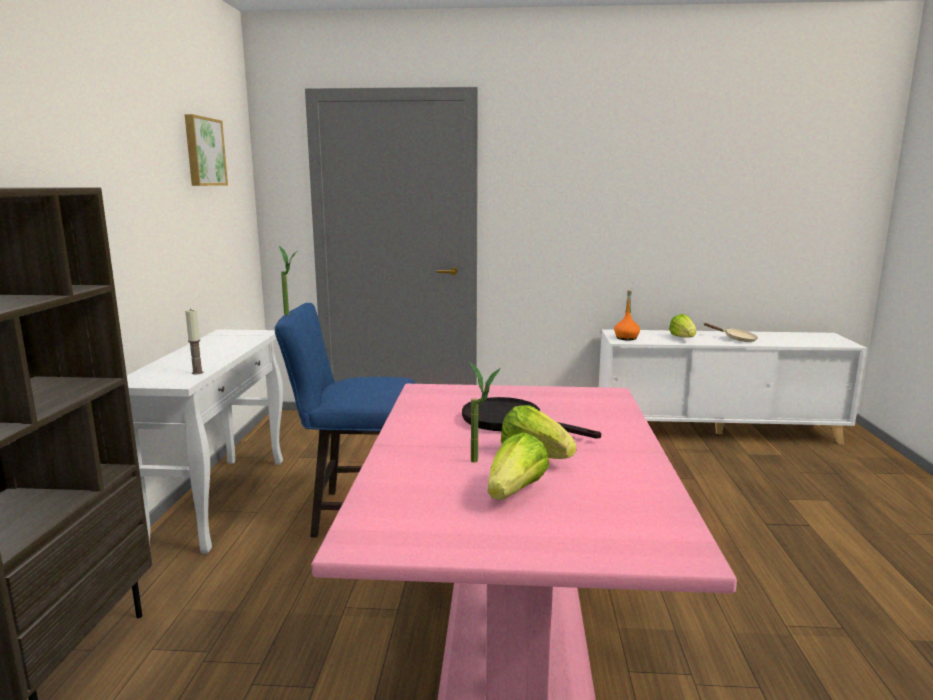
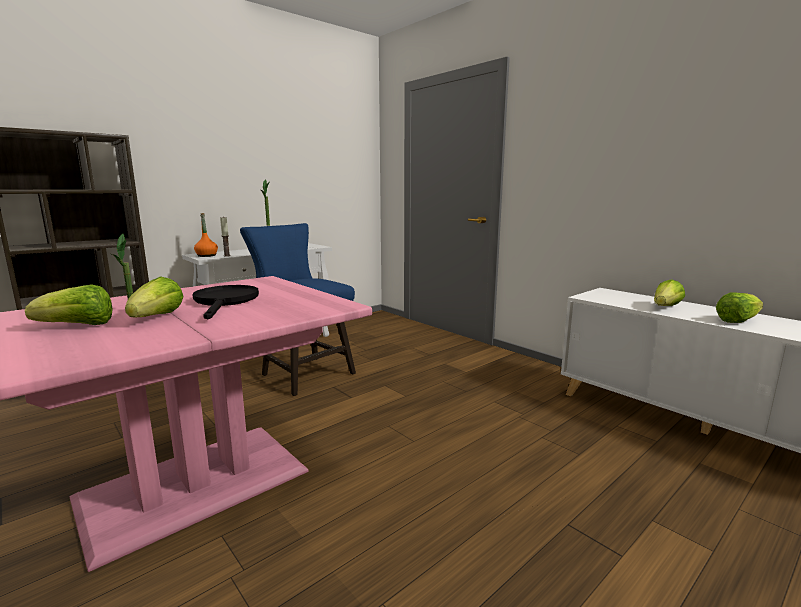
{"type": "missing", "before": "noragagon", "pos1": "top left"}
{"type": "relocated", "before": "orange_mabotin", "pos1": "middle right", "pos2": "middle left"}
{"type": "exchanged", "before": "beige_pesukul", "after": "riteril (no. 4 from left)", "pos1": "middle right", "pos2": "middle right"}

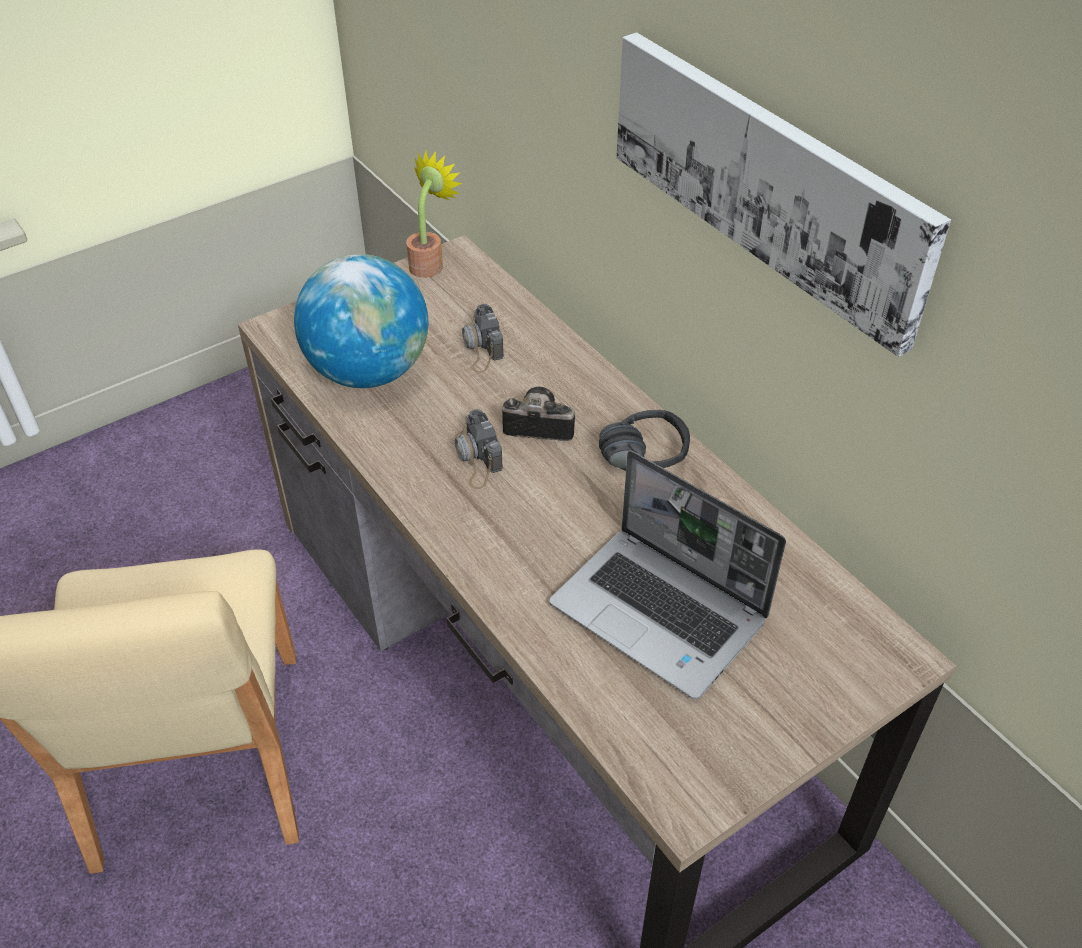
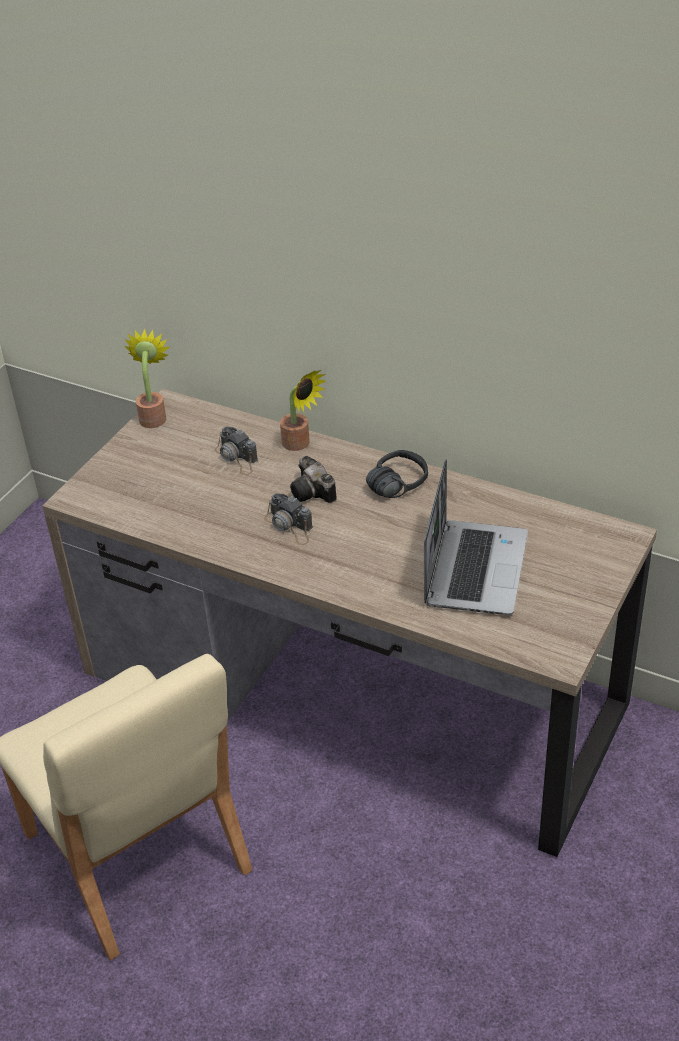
{"type": "missing", "before": "noragagon", "pos1": "top right"}
{"type": "missing", "before": "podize", "pos1": "centre"}
{"type": "spun", "before": "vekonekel (no. 3 from left)", "pos1": "centre", "pos2": "centre", "turn": -105}
{"type": "spun", "before": "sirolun", "pos1": "centre", "pos2": "middle right", "turn": -90}
{"type": "appeared", "after": "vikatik (no. 2 from left)", "pos2": "centre"}

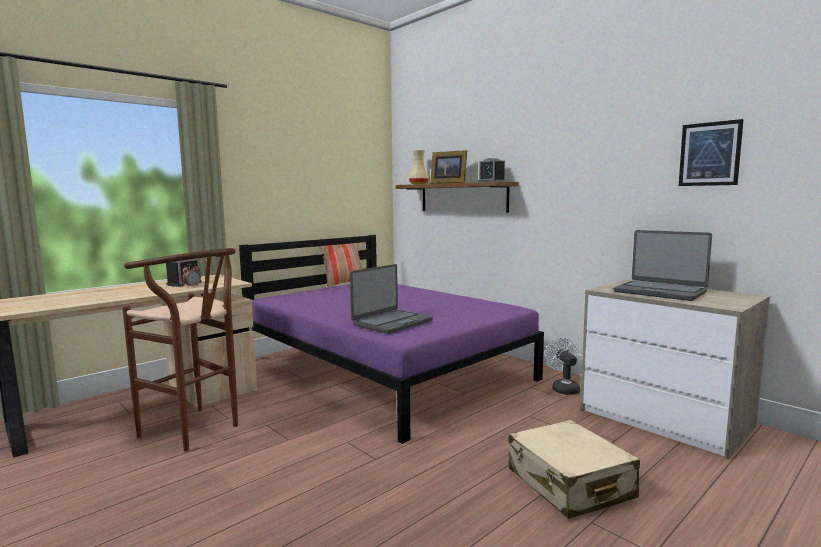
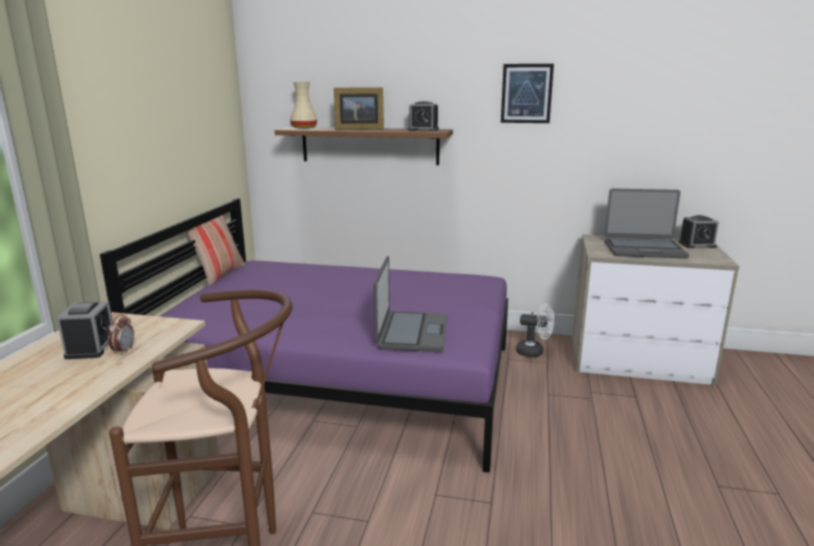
{"type": "relocated", "before": "noragagon", "pos1": "top right", "pos2": "top centre"}
{"type": "spun", "before": "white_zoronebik", "pos1": "bottom right", "pos2": "centre", "turn": 150}
{"type": "missing", "before": "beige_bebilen", "pos1": "bottom right"}
{"type": "appeared", "after": "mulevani (no. 4 from left)", "pos2": "middle right"}

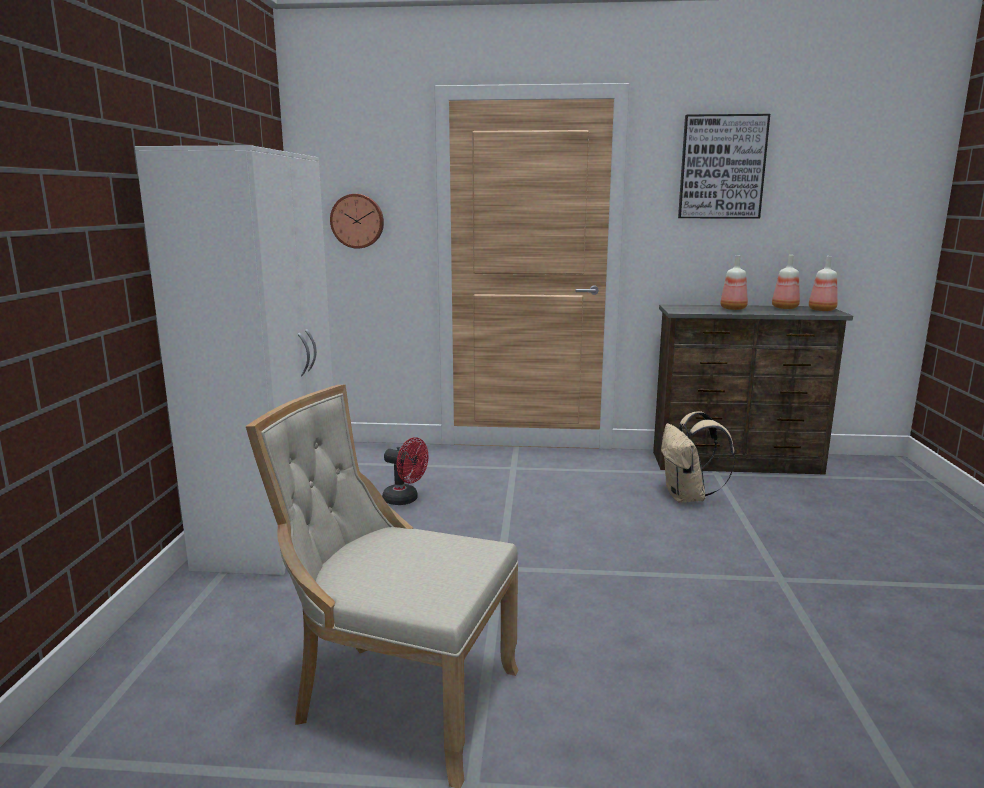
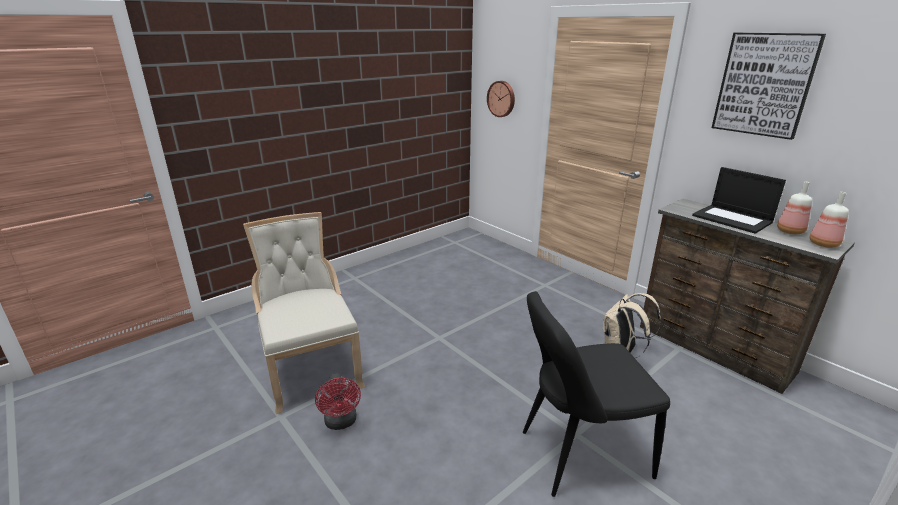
{"type": "missing", "before": "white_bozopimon", "pos1": "middle left"}
{"type": "exchanged", "before": "mabotin (no. 1 from left)", "after": "sirolun", "pos1": "middle right", "pos2": "middle right"}
{"type": "relocated", "before": "red_zoronebik", "pos1": "centre", "pos2": "bottom centre"}
{"type": "appeared", "after": "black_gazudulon", "pos2": "bottom centre"}

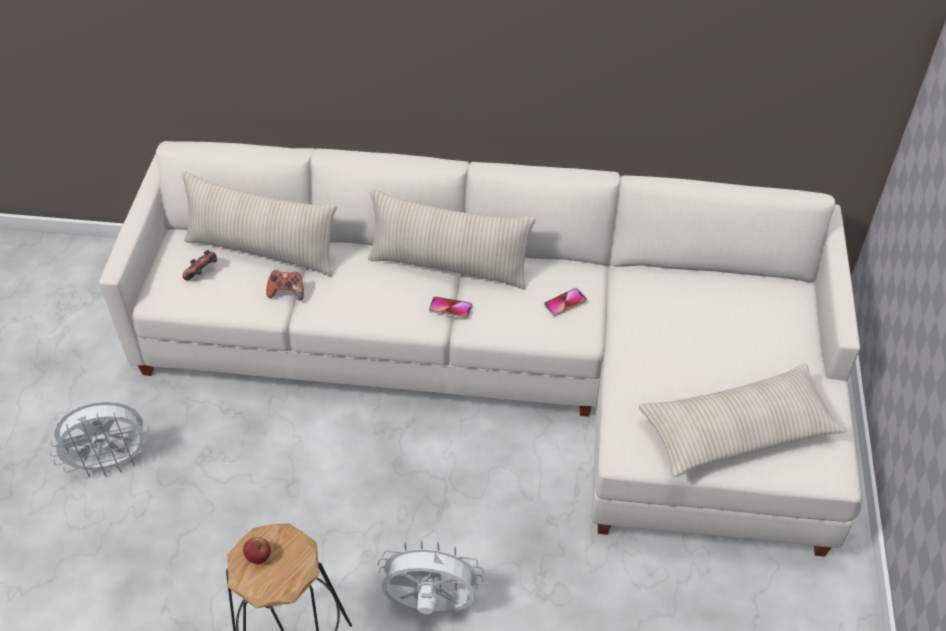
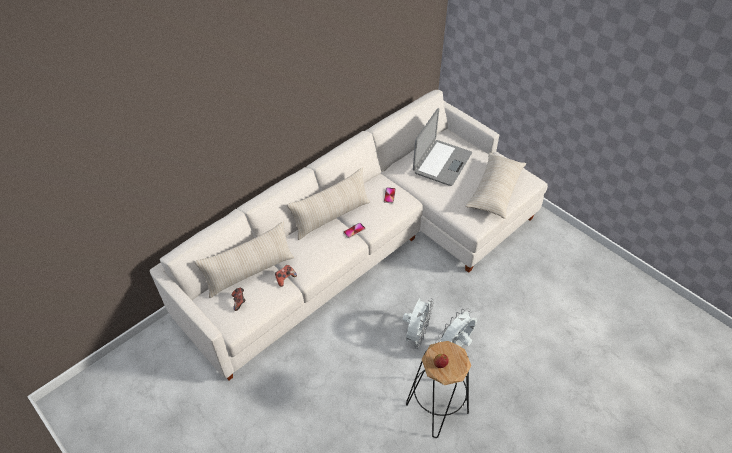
{"type": "relocated", "before": "white_zoronebik (no. 1 from left)", "pos1": "bottom left", "pos2": "bottom centre"}
{"type": "appeared", "after": "sirolun", "pos2": "top centre"}

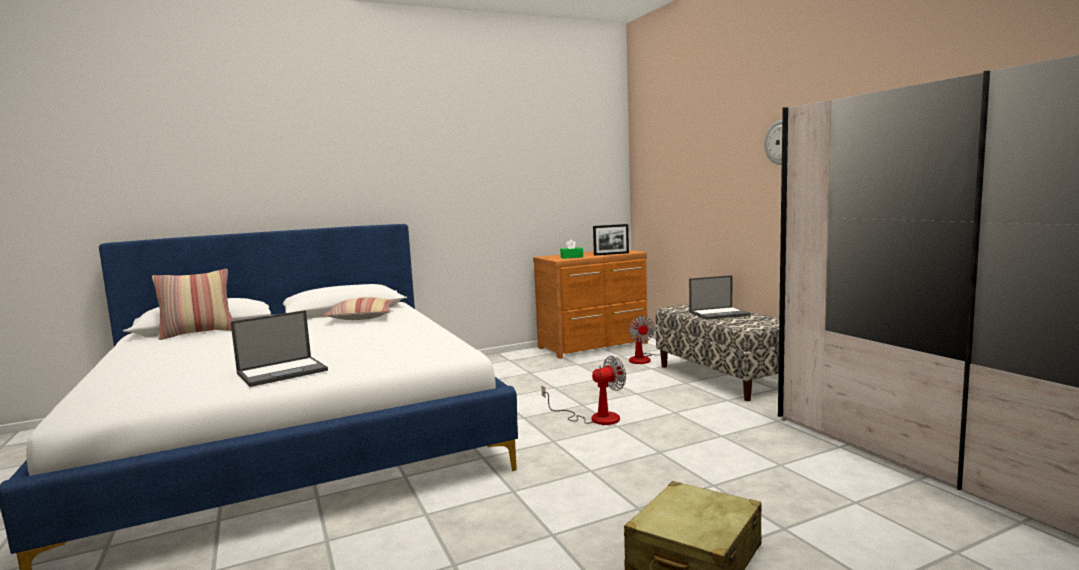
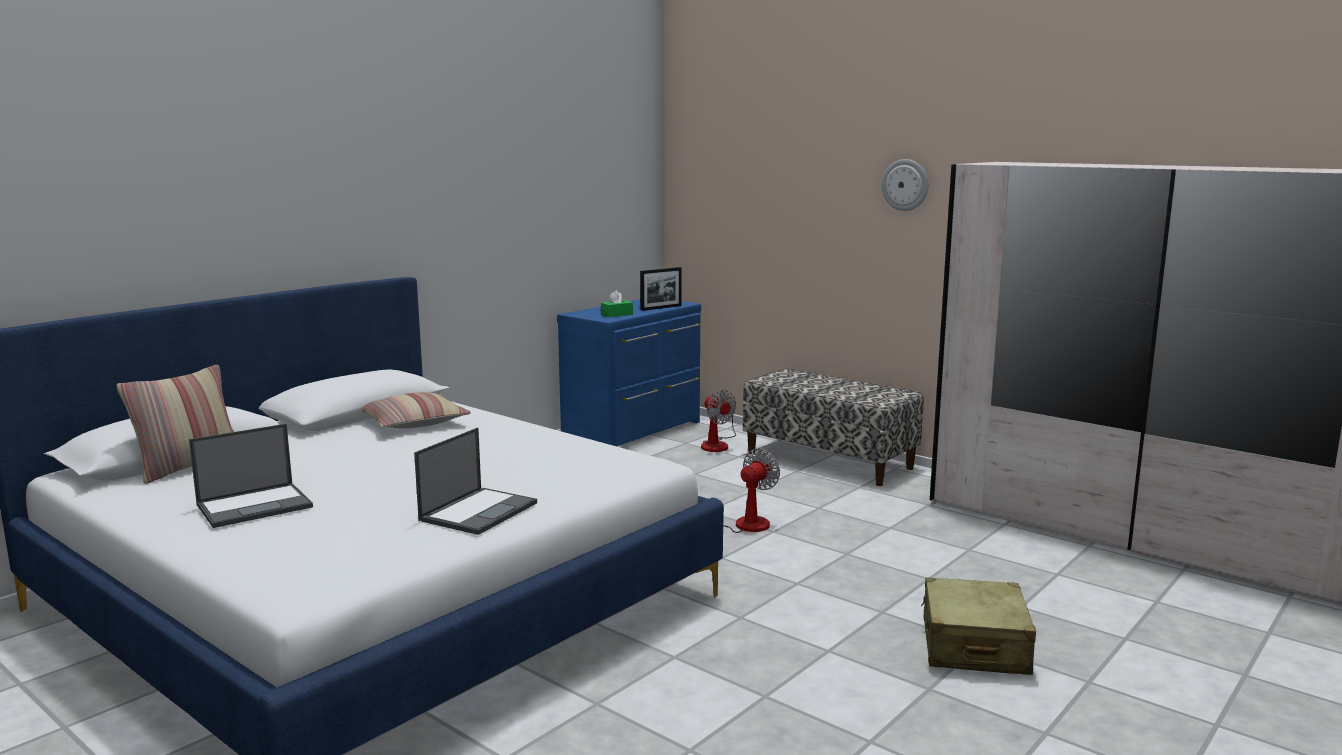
{"type": "colour", "before": "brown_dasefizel", "after": "blue_dasefizel", "pos1": "centre", "pos2": "centre"}
{"type": "relocated", "before": "sirolun (no. 2 from left in the first image)", "after": "sirolun (no. 1 from left)", "pos1": "middle right", "pos2": "middle left"}

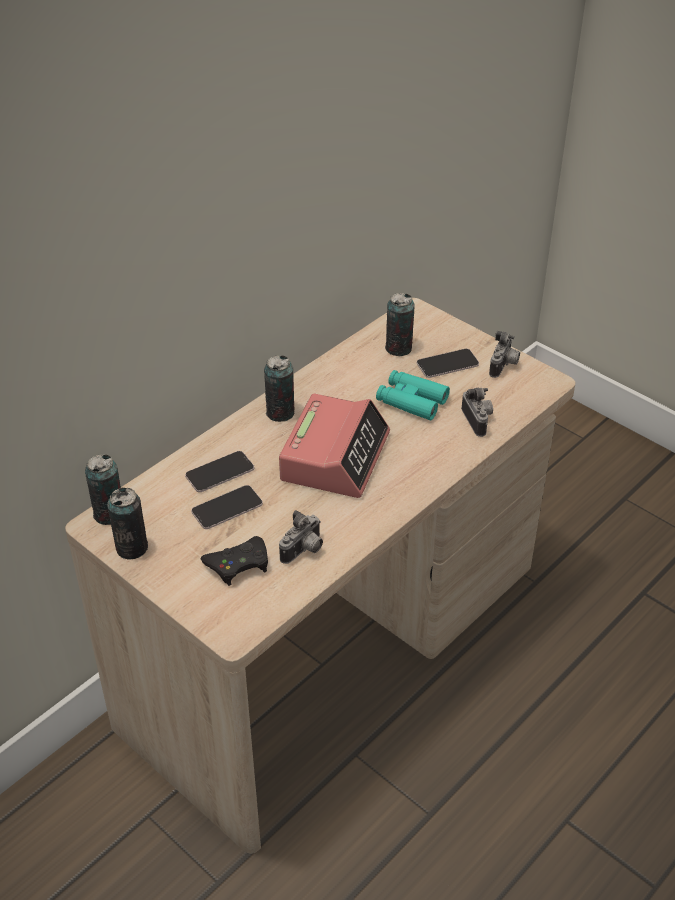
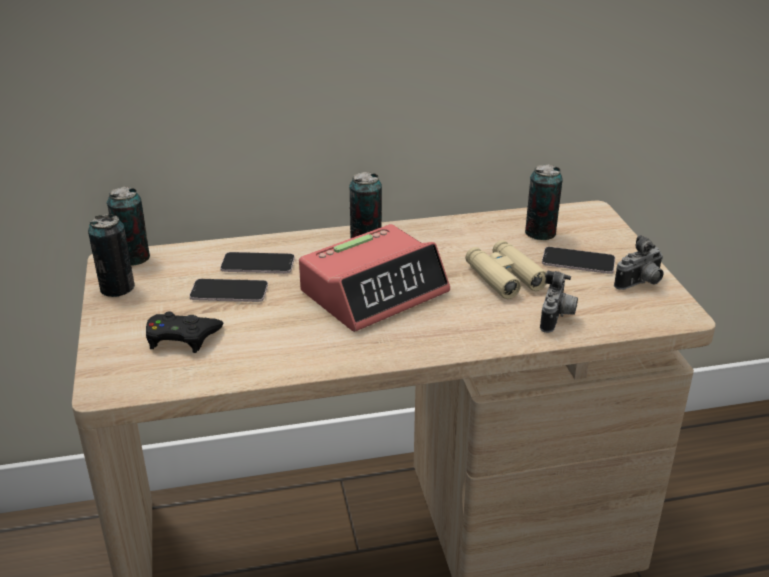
{"type": "colour", "before": "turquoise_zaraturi", "after": "beige_zaraturi", "pos1": "centre", "pos2": "centre"}
{"type": "missing", "before": "vekonekel (no. 1 from left)", "pos1": "centre"}

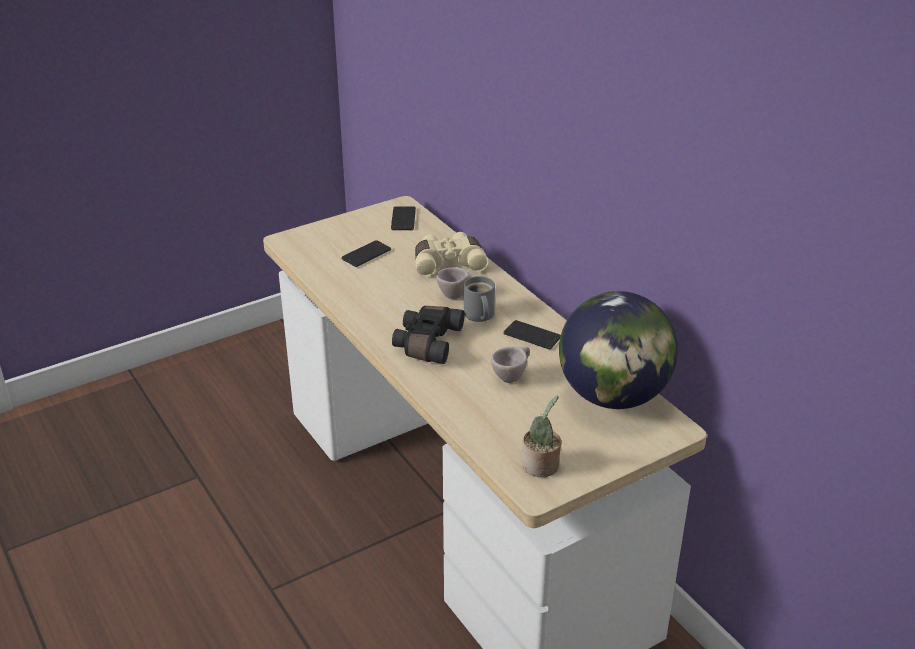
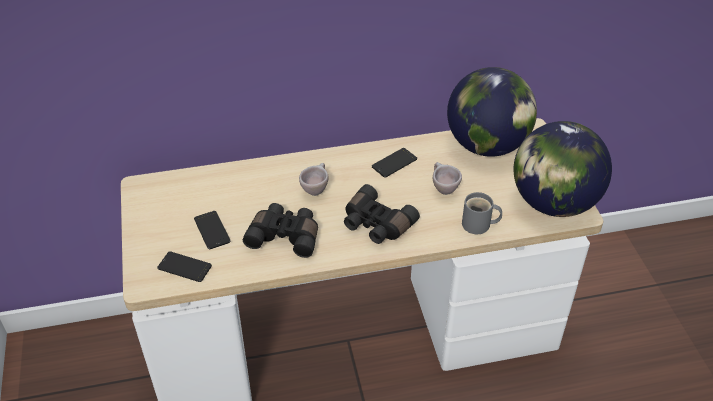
{"type": "relocated", "before": "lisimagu (no. 2 from left in the first image)", "after": "lisimagu (no. 1 from left)", "pos1": "centre", "pos2": "middle left"}
{"type": "missing", "before": "beige_zaraturi", "pos1": "centre"}
{"type": "relocated", "before": "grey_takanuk", "pos1": "centre", "pos2": "middle right"}
{"type": "exchanged", "before": "vikatik", "after": "podize (no. 2 from left)", "pos1": "bottom centre", "pos2": "middle right"}
{"type": "appeared", "after": "black_zaraturi (no. 1 from left)", "pos2": "centre"}

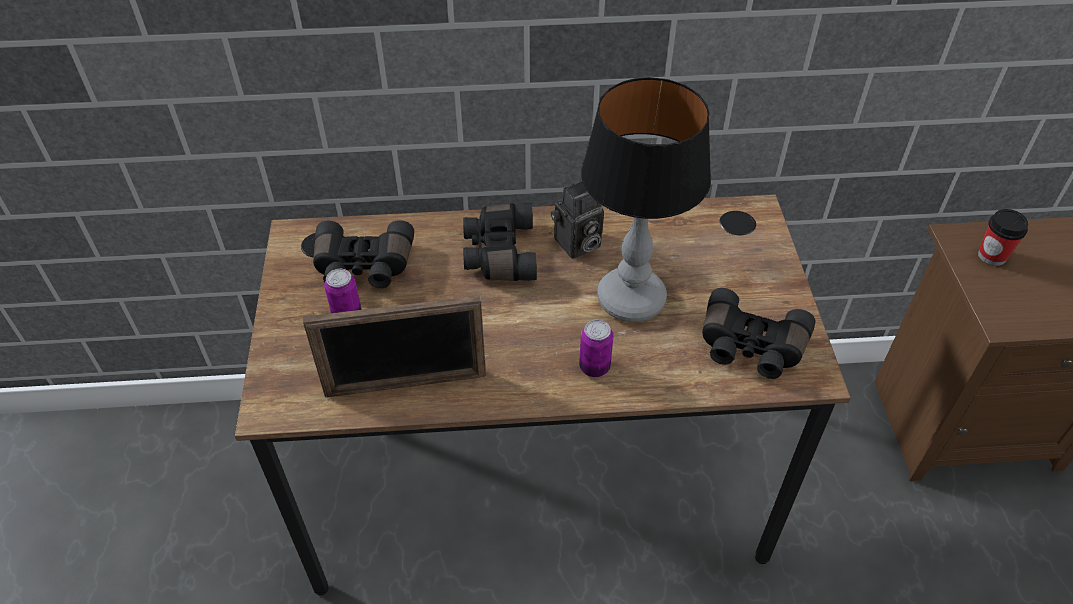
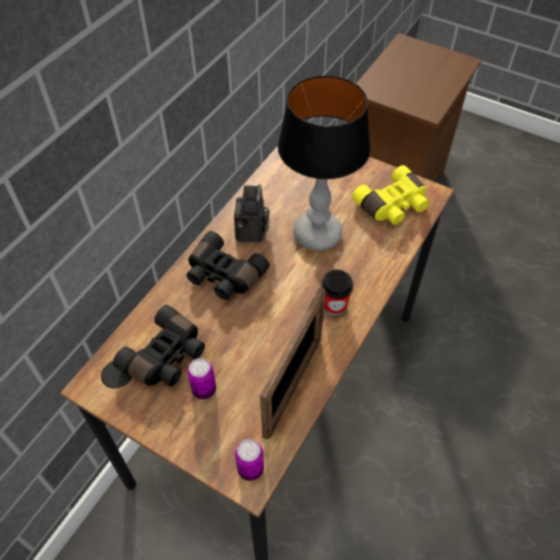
{"type": "relocated", "before": "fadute", "pos1": "middle right", "pos2": "centre"}
{"type": "colour", "before": "black_zaraturi (no. 3 from left)", "after": "yellow_zaraturi", "pos1": "middle right", "pos2": "middle right"}
{"type": "relocated", "before": "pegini (no. 2 from left)", "pos1": "centre", "pos2": "bottom centre"}

